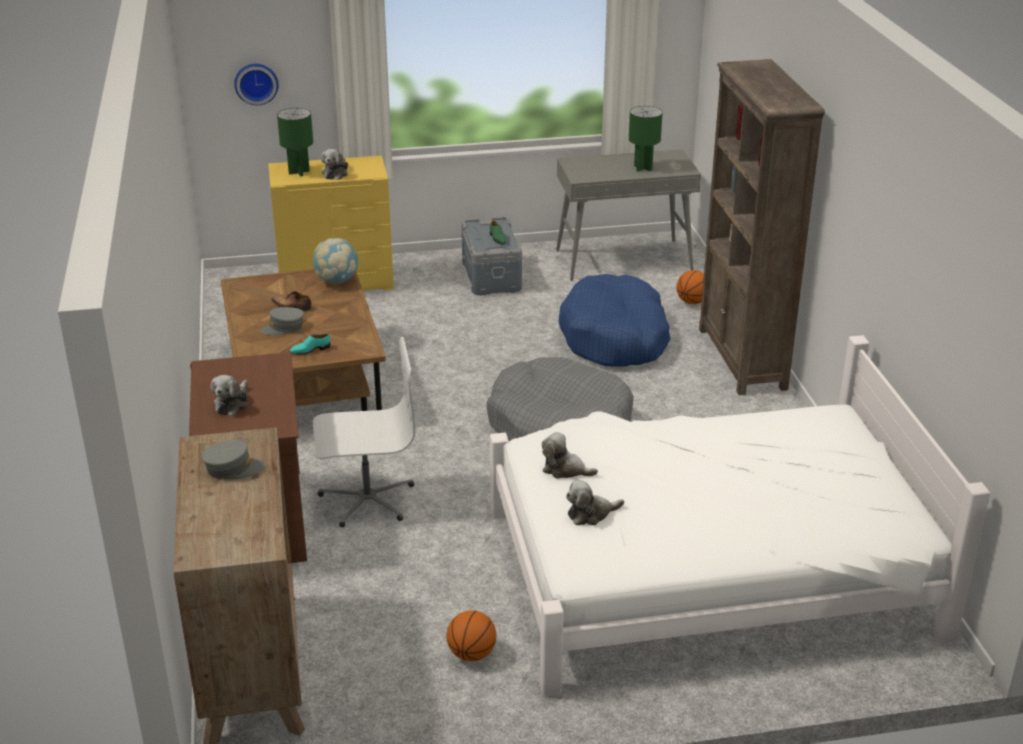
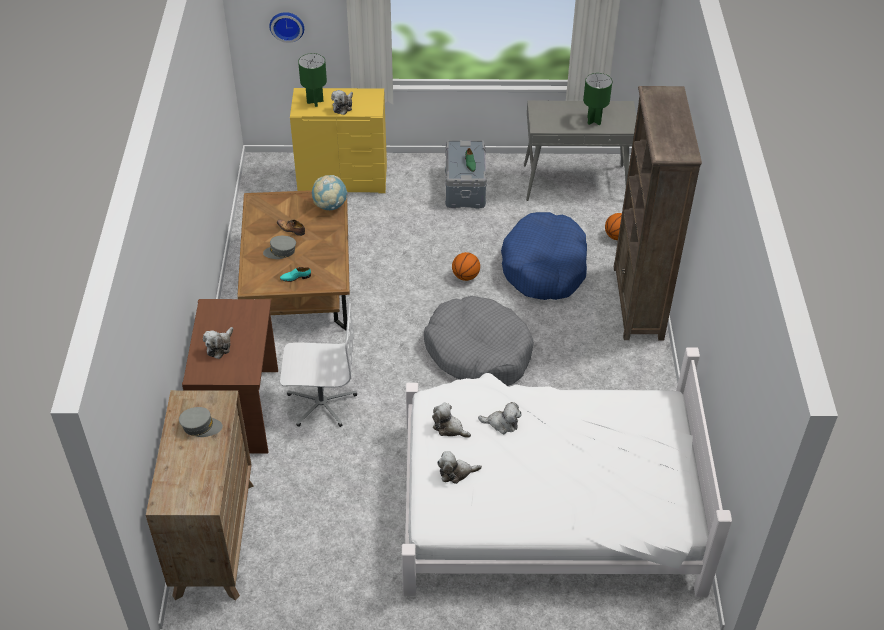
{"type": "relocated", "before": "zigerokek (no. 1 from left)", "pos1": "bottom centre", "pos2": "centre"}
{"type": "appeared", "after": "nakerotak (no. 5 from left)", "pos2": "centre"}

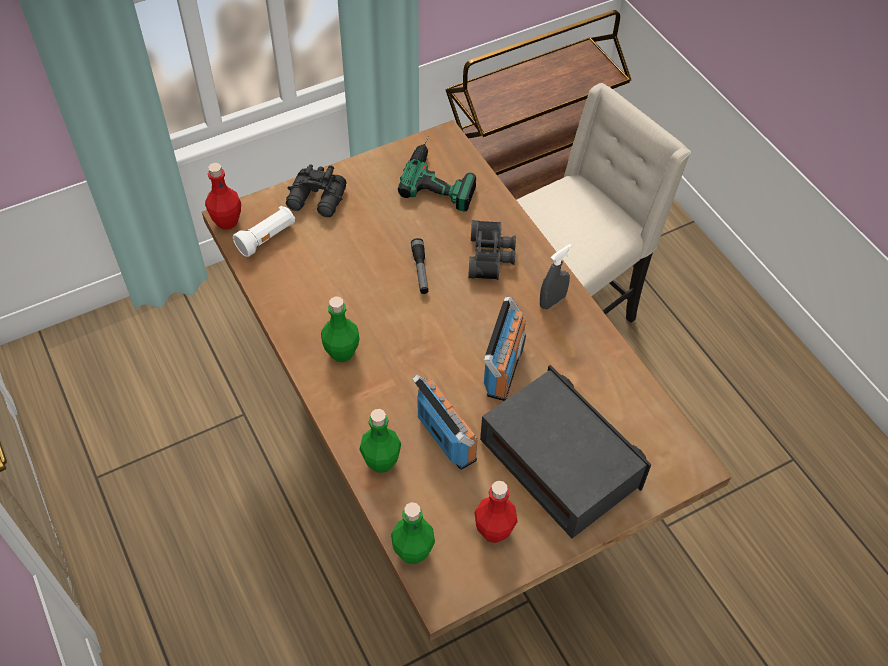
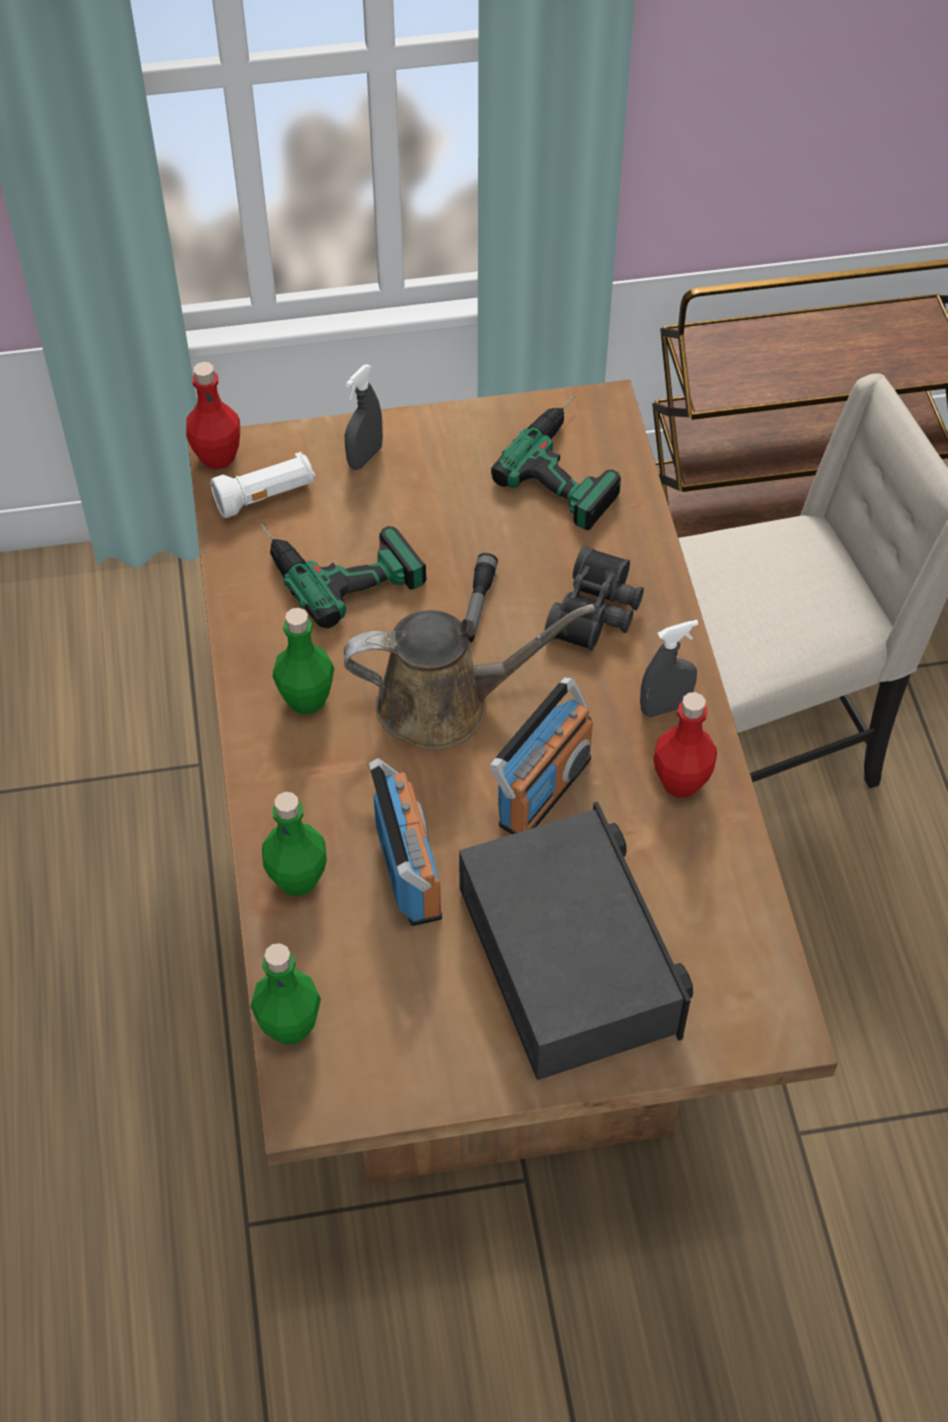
{"type": "exchanged", "before": "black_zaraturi (no. 1 from left)", "after": "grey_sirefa (no. 1 from left)", "pos1": "top centre", "pos2": "top centre"}
{"type": "relocated", "before": "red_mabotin (no. 2 from left)", "pos1": "bottom centre", "pos2": "middle right"}
{"type": "appeared", "after": "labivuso (no. 1 from left)", "pos2": "centre"}
{"type": "appeared", "after": "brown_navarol", "pos2": "centre"}

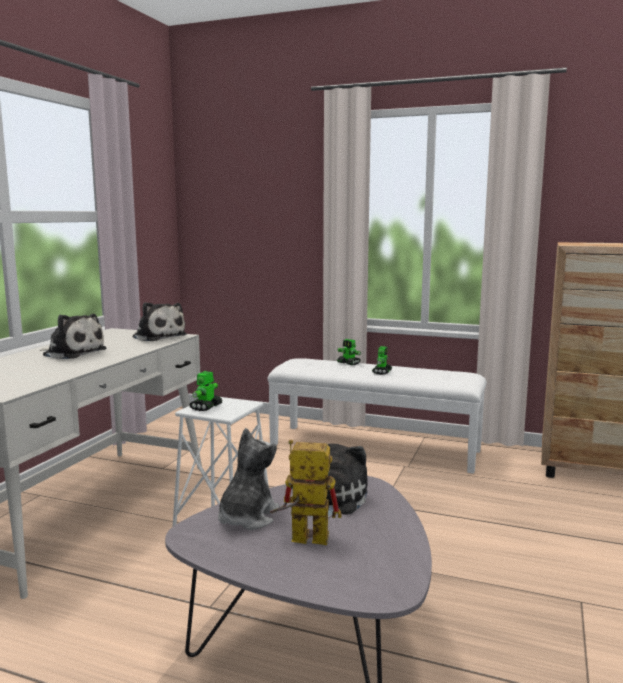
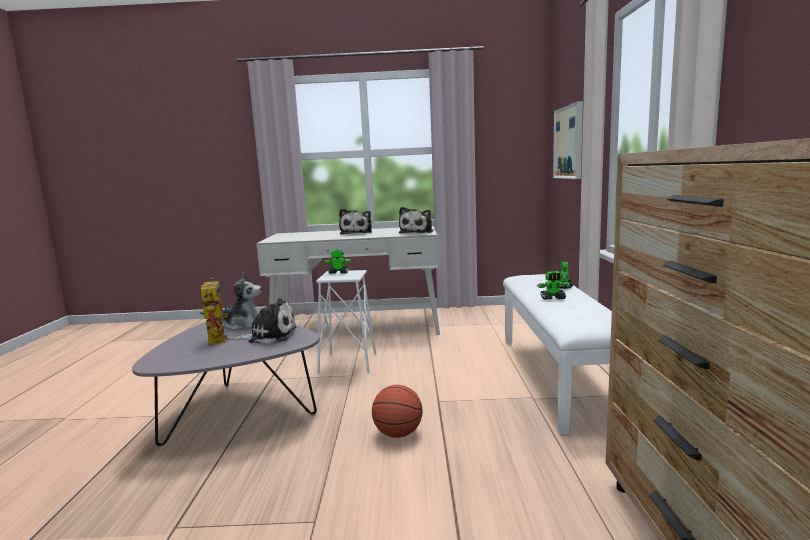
{"type": "appeared", "after": "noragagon", "pos2": "top right"}
{"type": "appeared", "after": "zigerokek", "pos2": "bottom centre"}

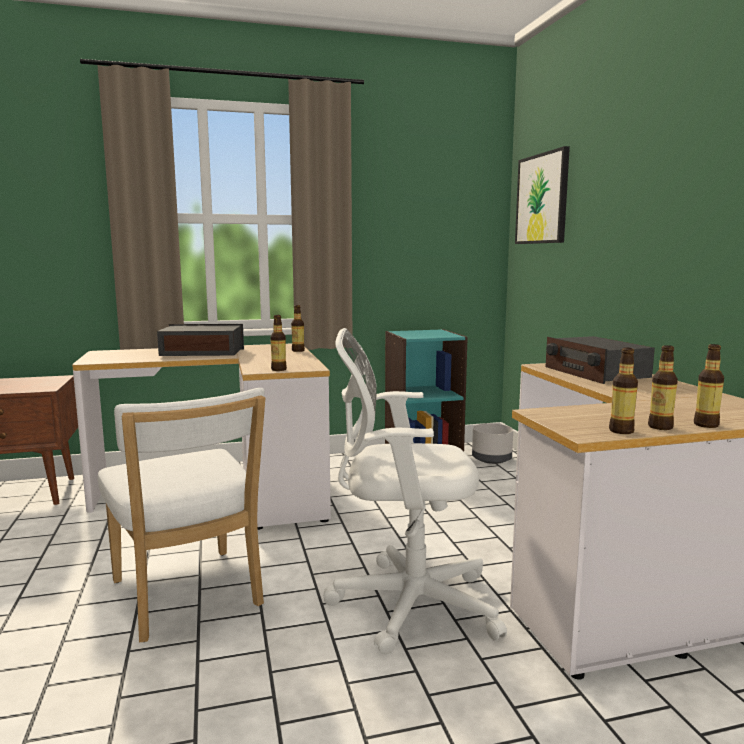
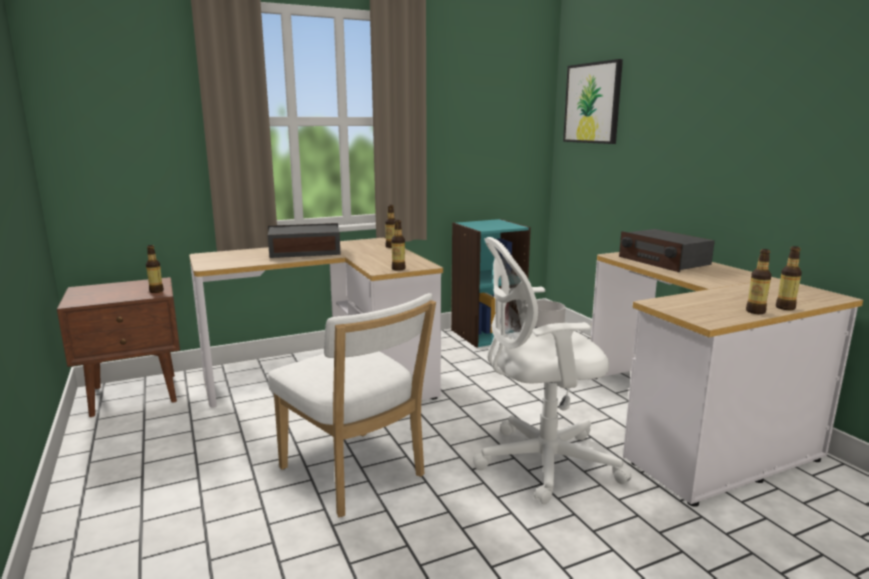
{"type": "relocated", "before": "mabotin (no. 3 from left in the first image)", "after": "mabotin (no. 1 from left)", "pos1": "middle right", "pos2": "middle left"}

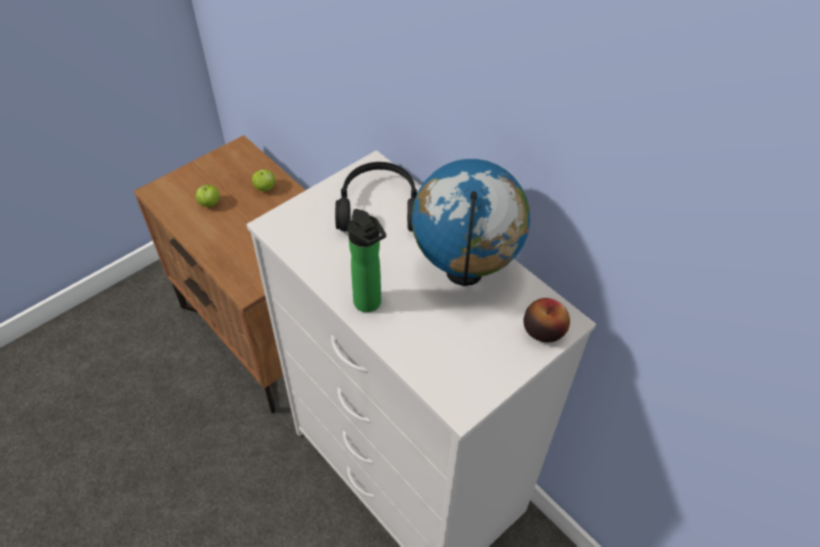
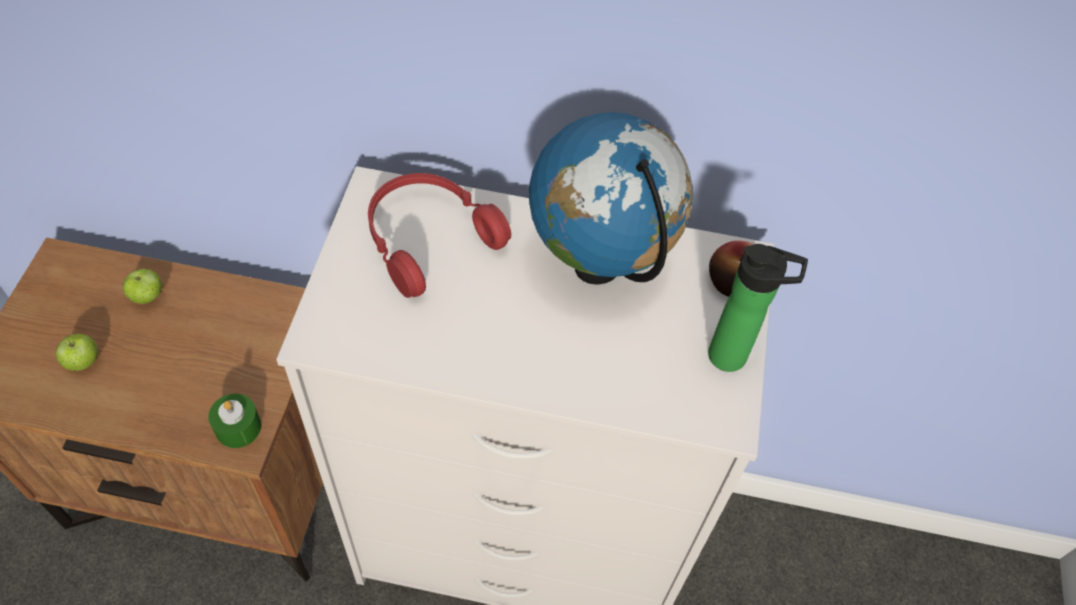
{"type": "colour", "before": "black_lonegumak", "after": "red_lonegumak", "pos1": "centre", "pos2": "centre"}
{"type": "relocated", "before": "mabotin", "pos1": "centre", "pos2": "middle right"}
{"type": "appeared", "after": "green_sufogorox", "pos2": "bottom left"}

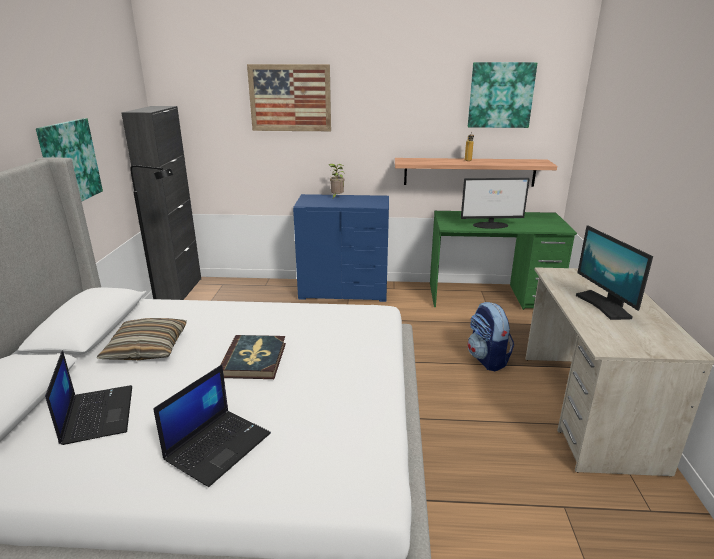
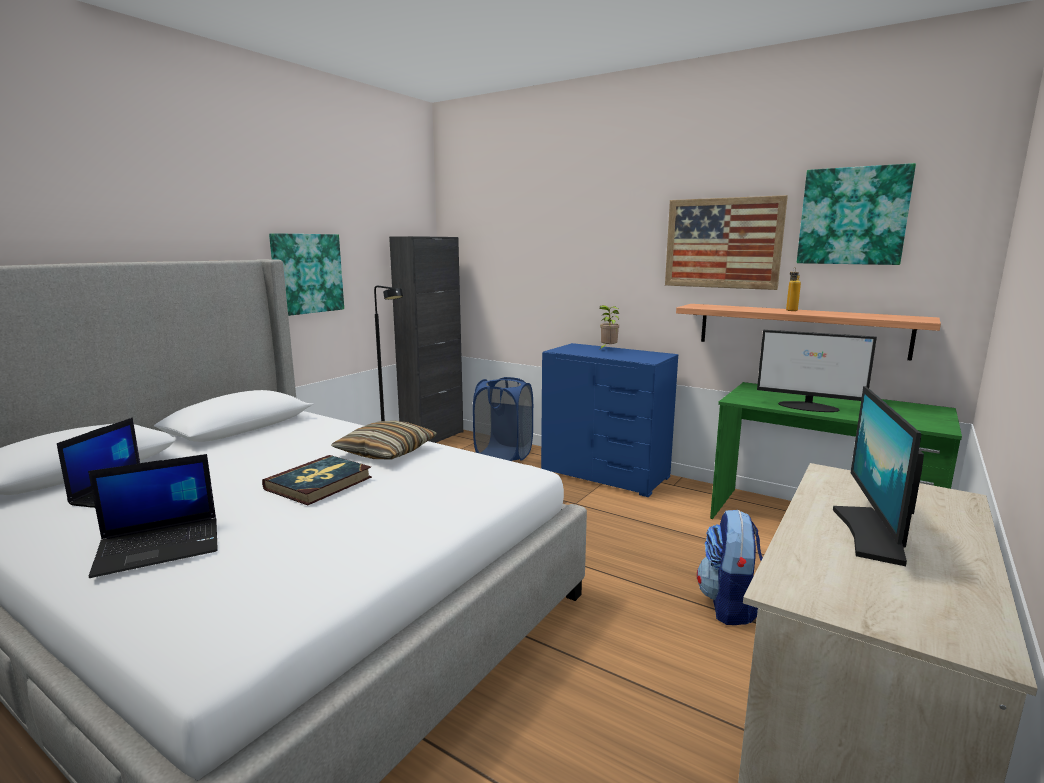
{"type": "relocated", "before": "noragagon (no. 2 from left)", "pos1": "top centre", "pos2": "top right"}
{"type": "relocated", "before": "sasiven", "pos1": "middle left", "pos2": "centre"}
{"type": "appeared", "after": "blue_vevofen", "pos2": "centre"}

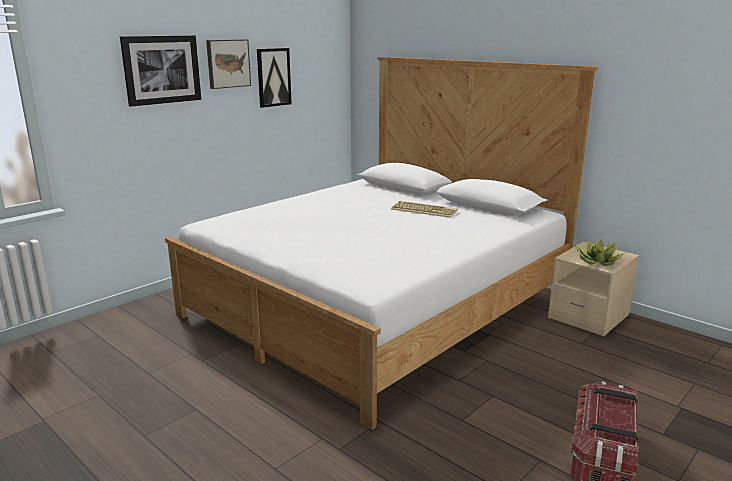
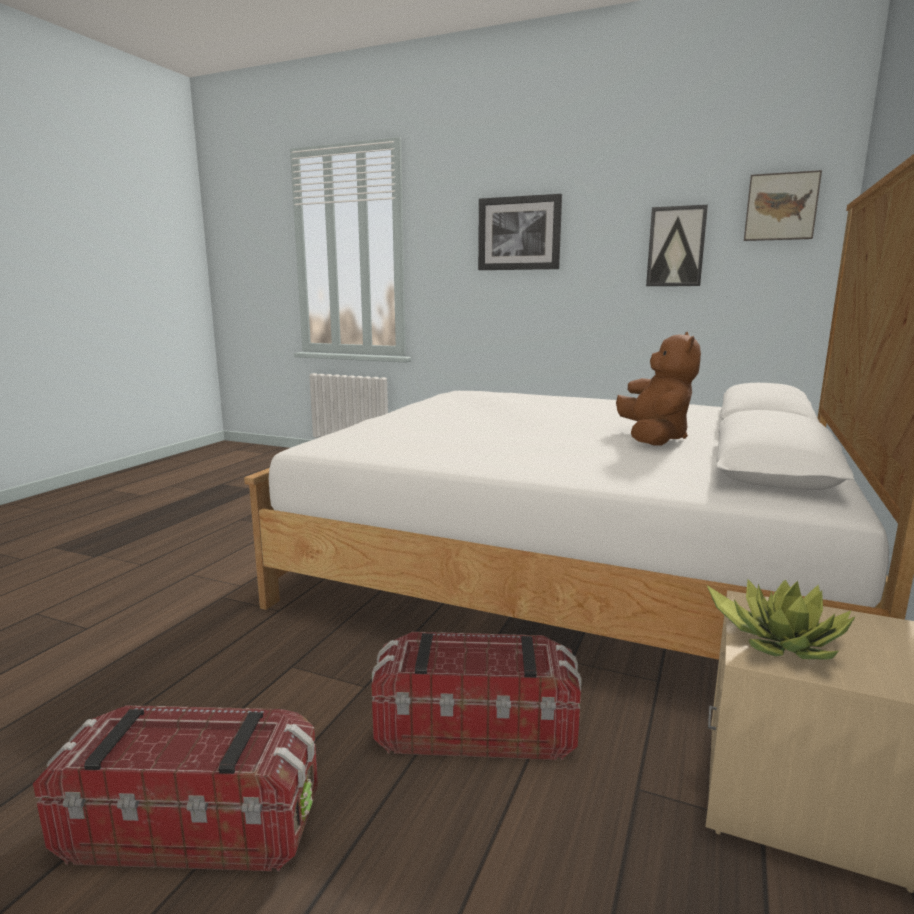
{"type": "relocated", "before": "noragagon (no. 2 from left in the first image)", "after": "noragagon (no. 3 from left)", "pos1": "top left", "pos2": "top right"}
{"type": "exchanged", "before": "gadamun", "after": "brown_nakerotak", "pos1": "centre", "pos2": "middle right"}
{"type": "appeared", "after": "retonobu (no. 2 from left)", "pos2": "bottom centre"}

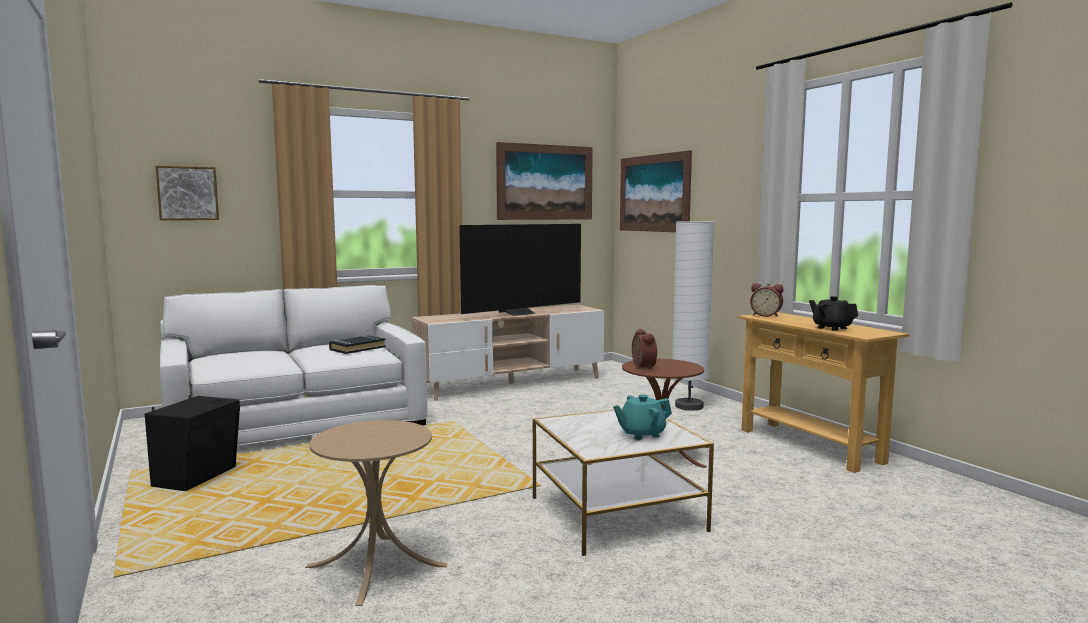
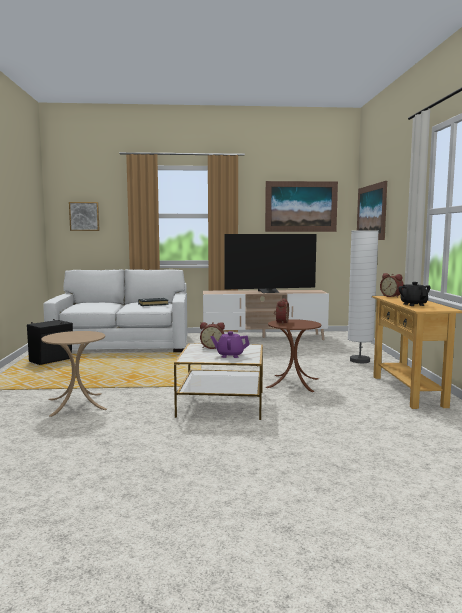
{"type": "colour", "before": "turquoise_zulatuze", "after": "purple_zulatuze", "pos1": "bottom centre", "pos2": "centre"}
{"type": "appeared", "after": "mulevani (no. 1 from left)", "pos2": "centre"}

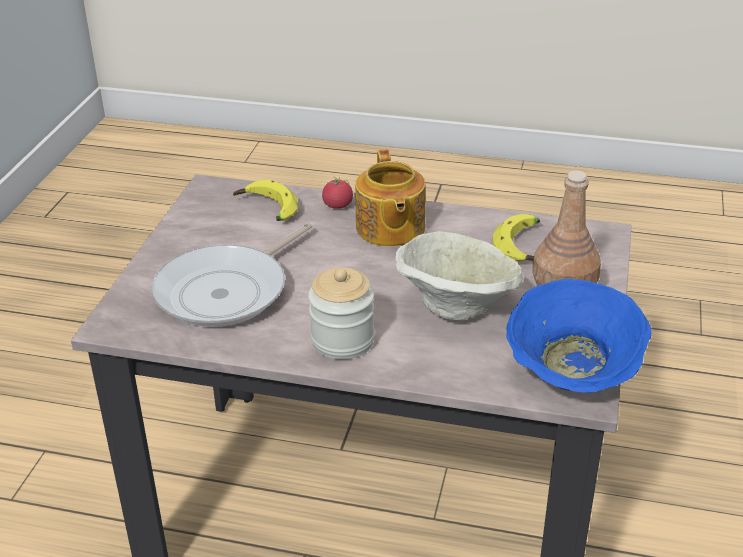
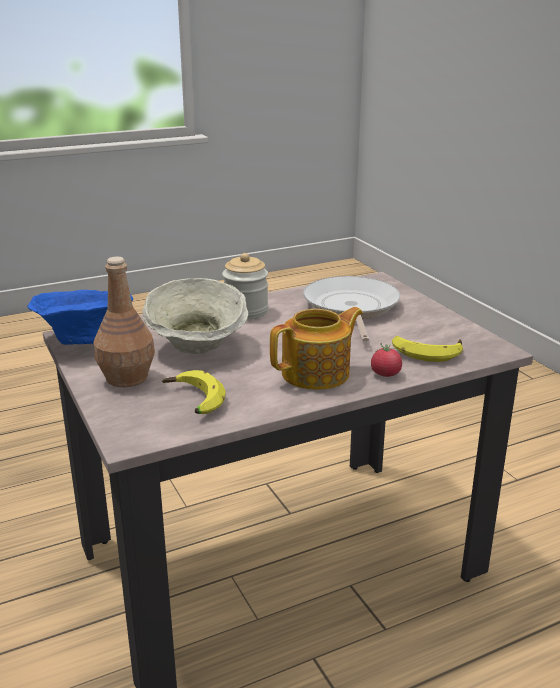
{"type": "spun", "before": "zulatuze", "pos1": "centre", "pos2": "centre", "turn": 105}

